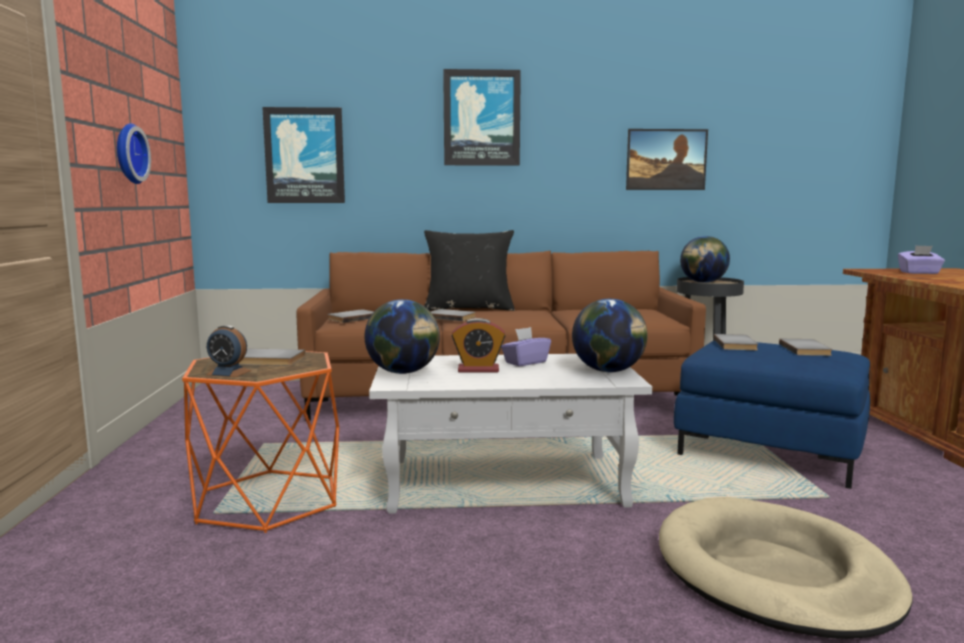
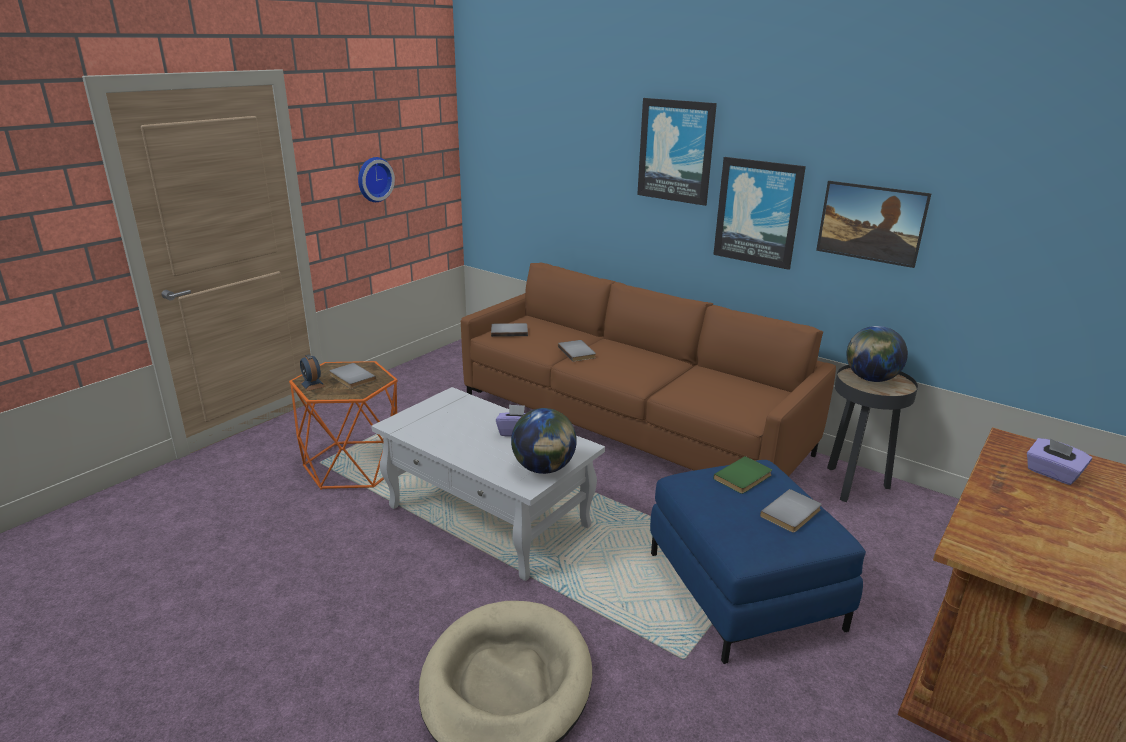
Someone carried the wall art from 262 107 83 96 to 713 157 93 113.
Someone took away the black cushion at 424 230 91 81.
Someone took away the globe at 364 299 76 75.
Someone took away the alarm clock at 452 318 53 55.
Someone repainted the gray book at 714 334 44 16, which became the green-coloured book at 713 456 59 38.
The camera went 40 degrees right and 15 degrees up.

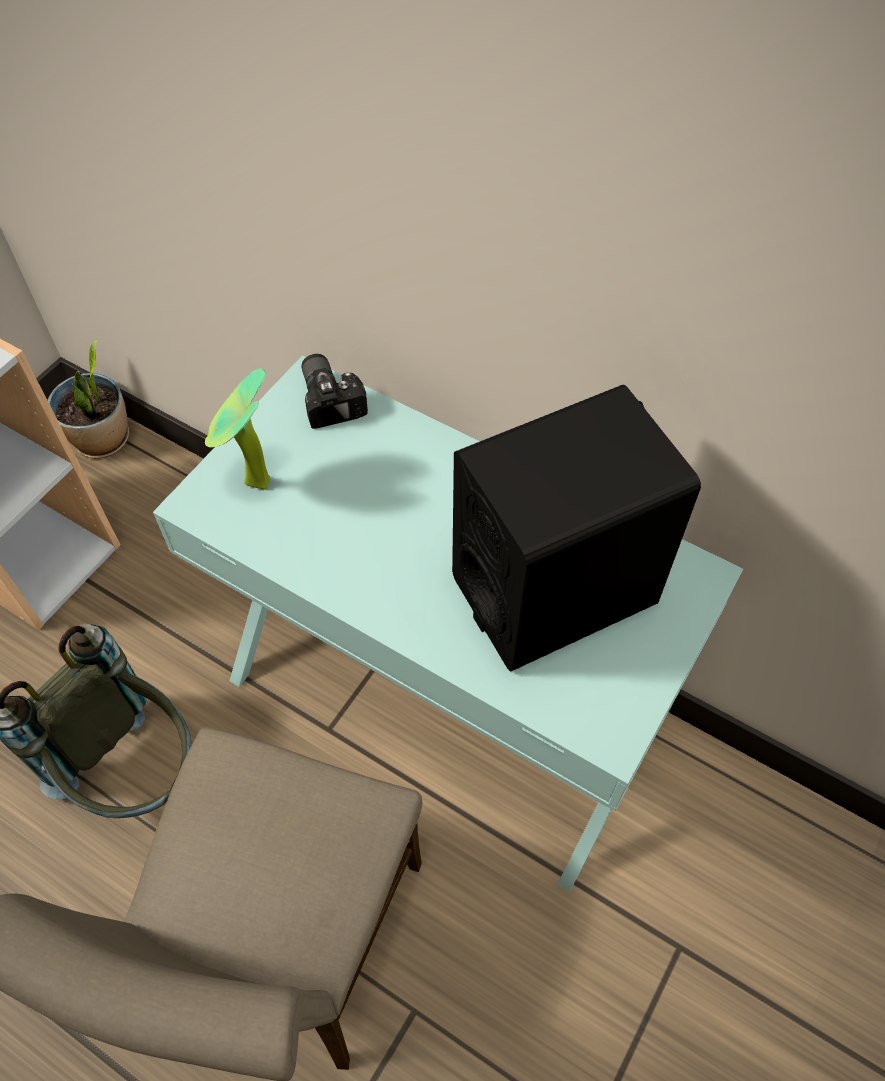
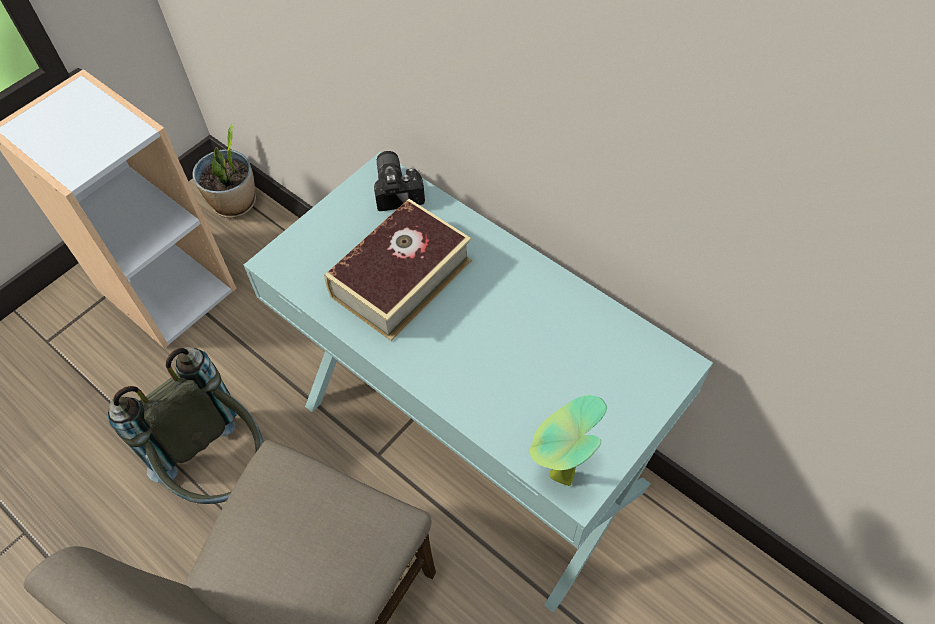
Someone carried the houseplant from 205 368 65 122 to 530 395 77 91.
Someone took away the black speaker at 452 385 249 287.
Someone put down the book at 324 199 148 142.
The camera went 10 degrees right and 0 degrees up.

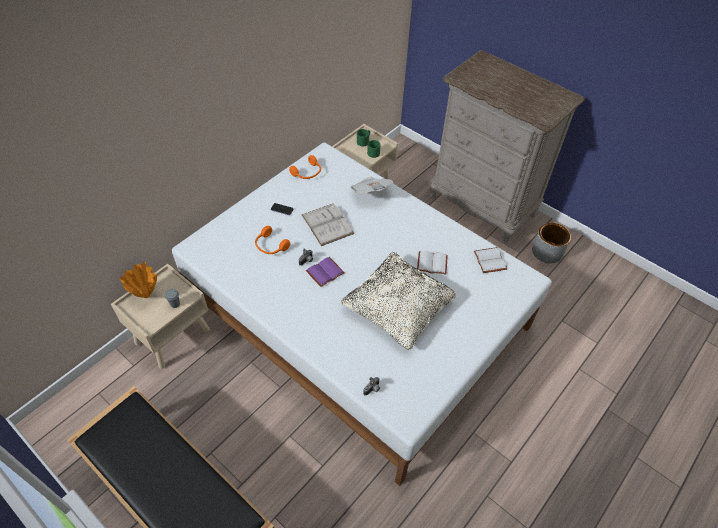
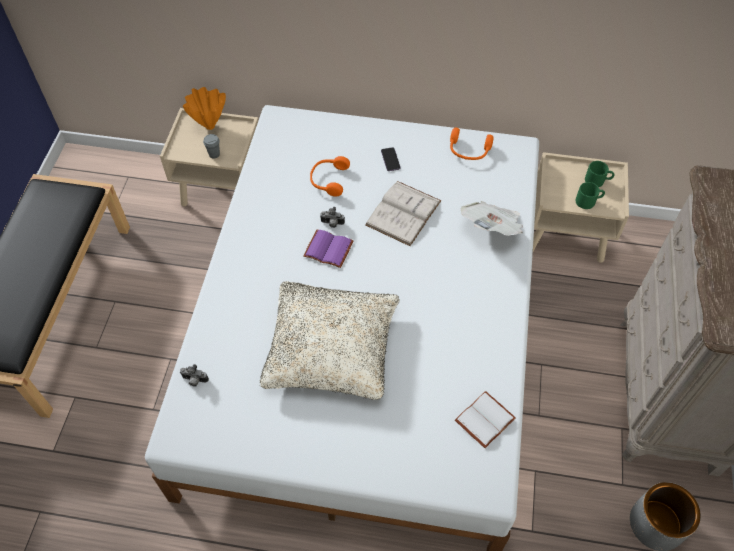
Someone took away the whitish book at 417 251 31 24.
The camera went 60 degrees right and 5 degrees up.

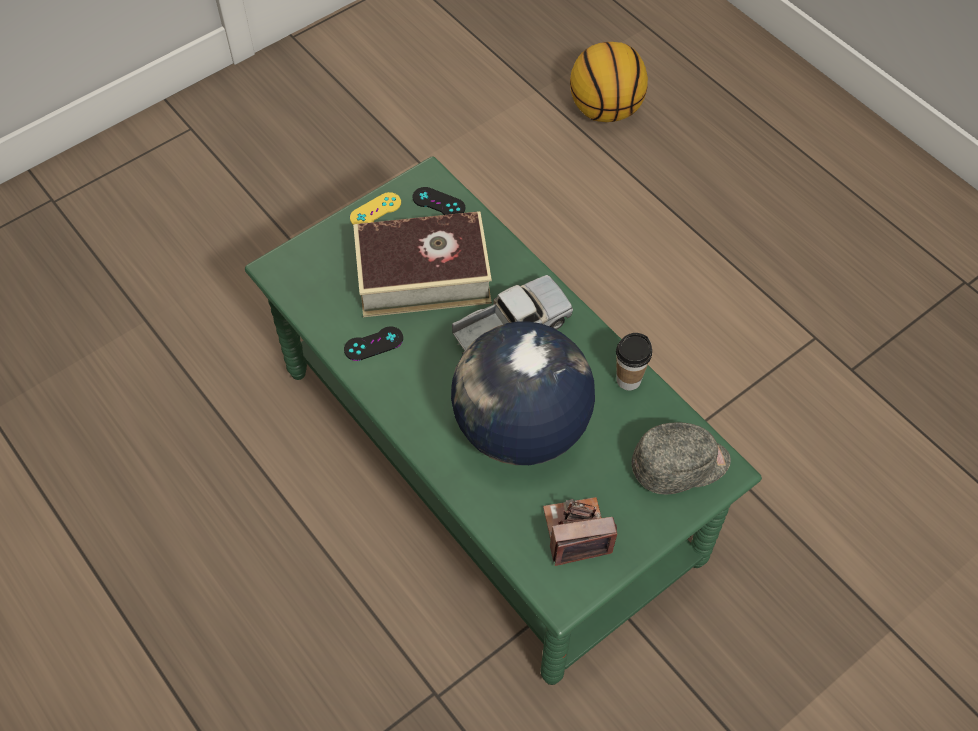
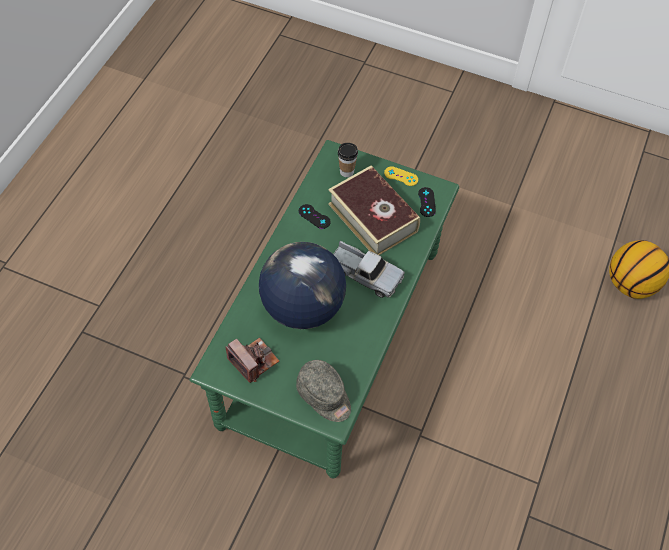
Someone carried the small cup from 616 333 36 57 to 338 143 20 34.
The camera went 60 degrees right and 0 degrees up.

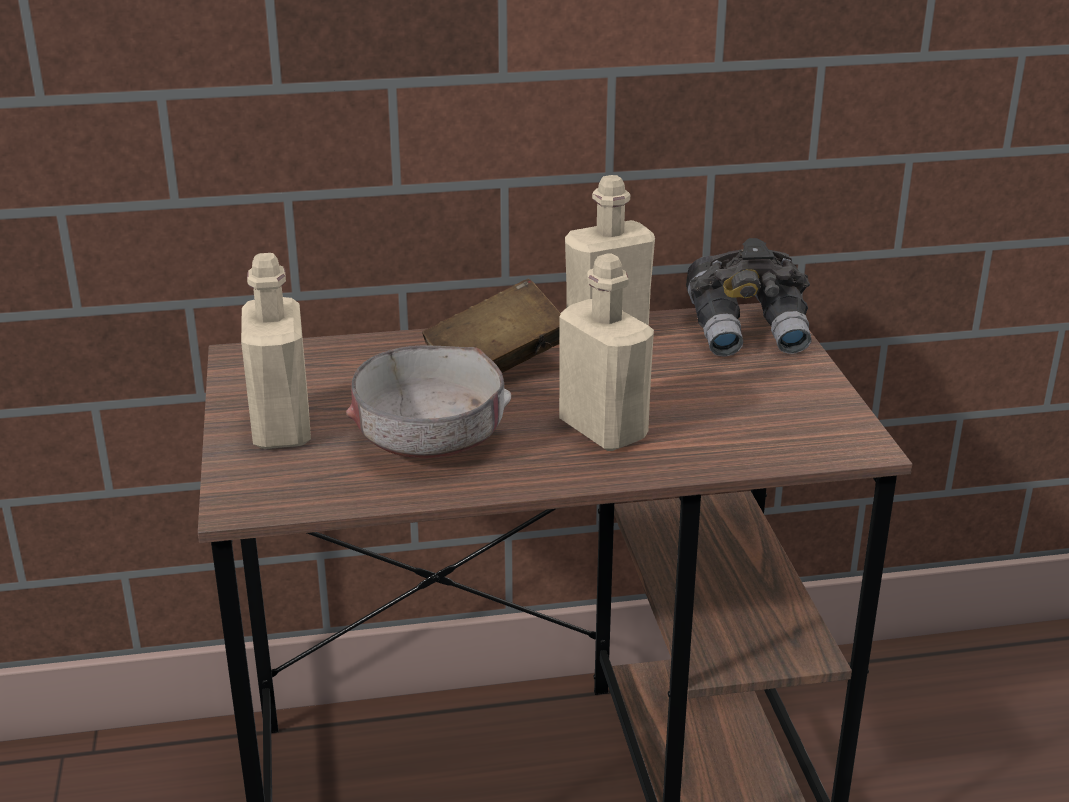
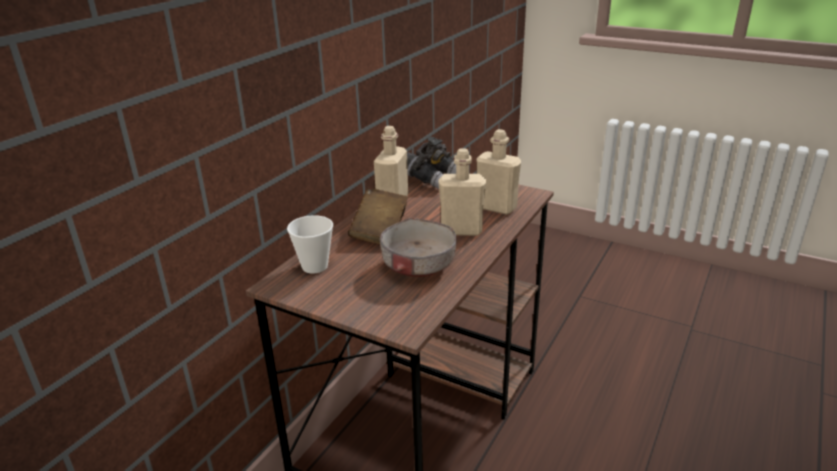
Someone carried the beige-coloured bottle from 241 253 70 196 to 477 129 44 86.
Someone put down the small cup at 287 215 46 59.
The camera went 50 degrees left and 0 degrees up.

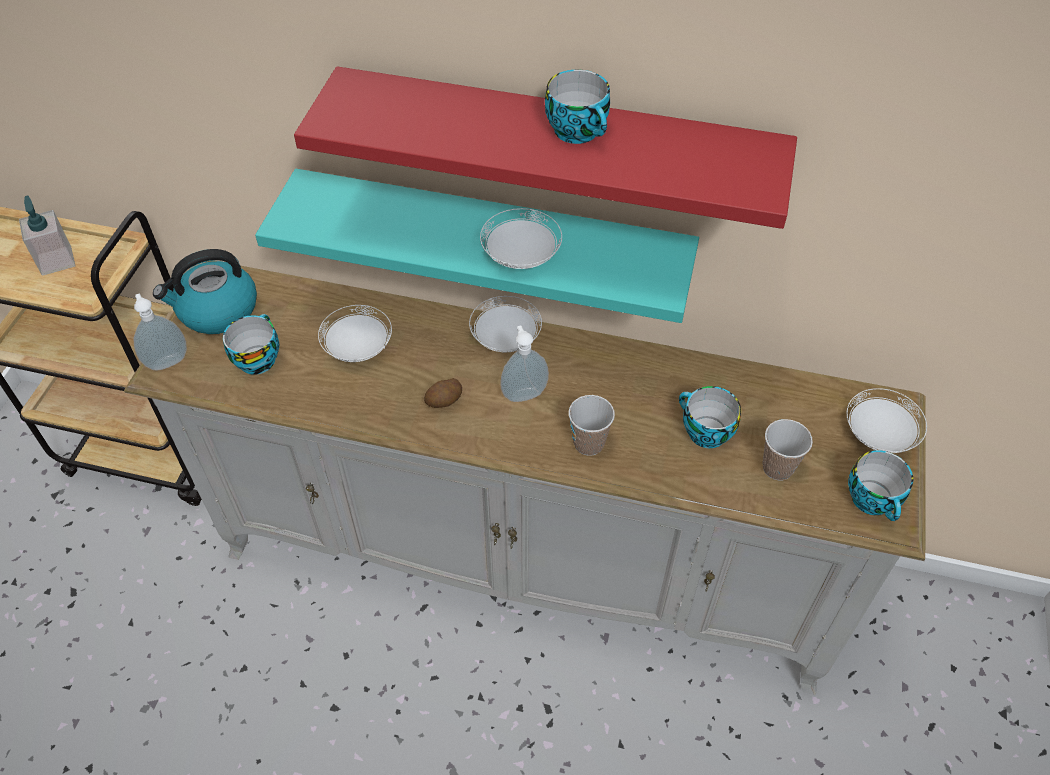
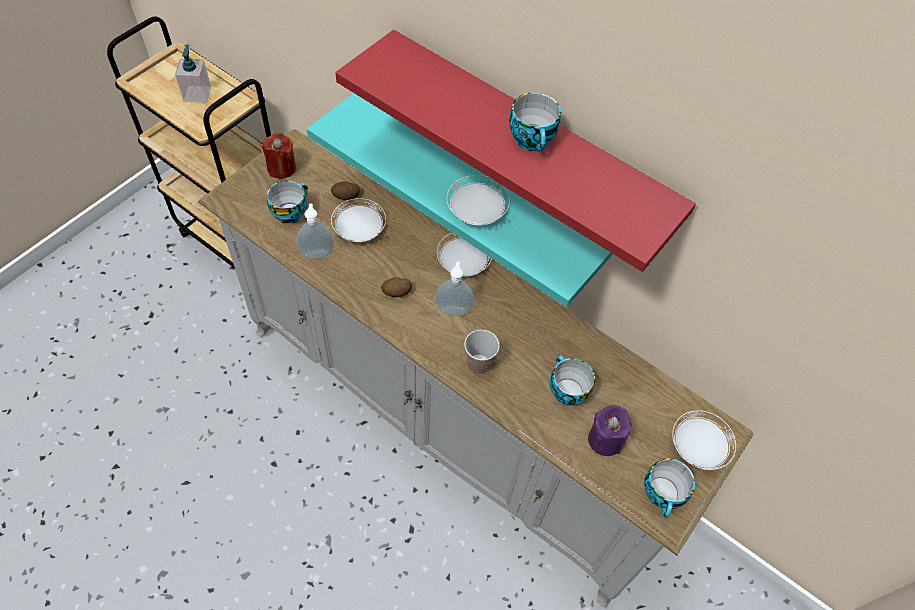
Someone swapped the water kettle at 153 249 104 85 for the reddish wax candle at 262 132 34 47.
Someone carried the soap dispenser from 133 294 54 77 to 297 203 37 55.
Someone swapped the small cup at 762 419 51 62 for the purplish wax candle at 588 405 44 51.
Someone put down the spud at 331 181 29 19.
The camera went 20 degrees right and 5 degrees up.

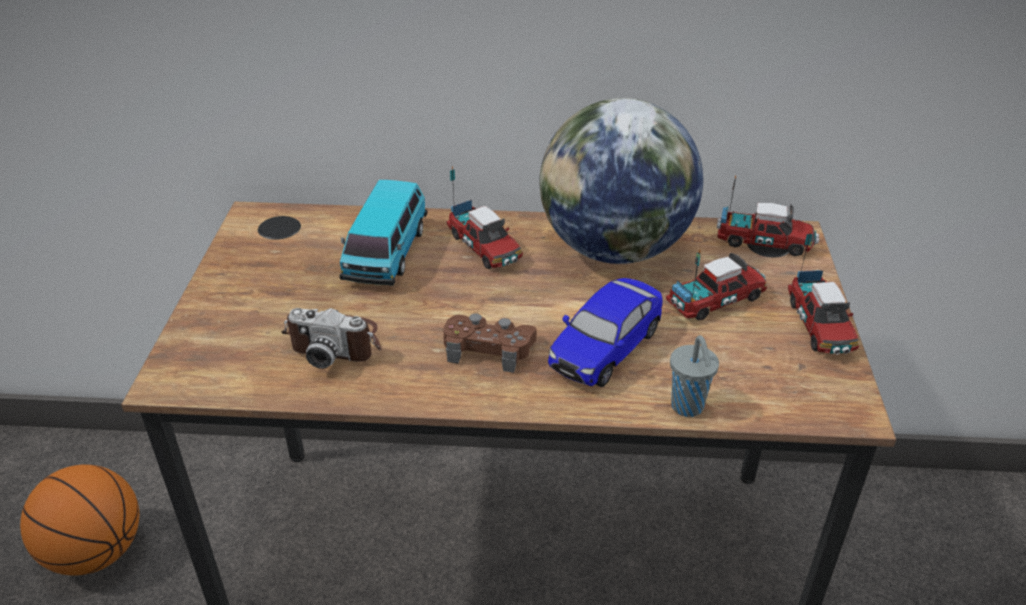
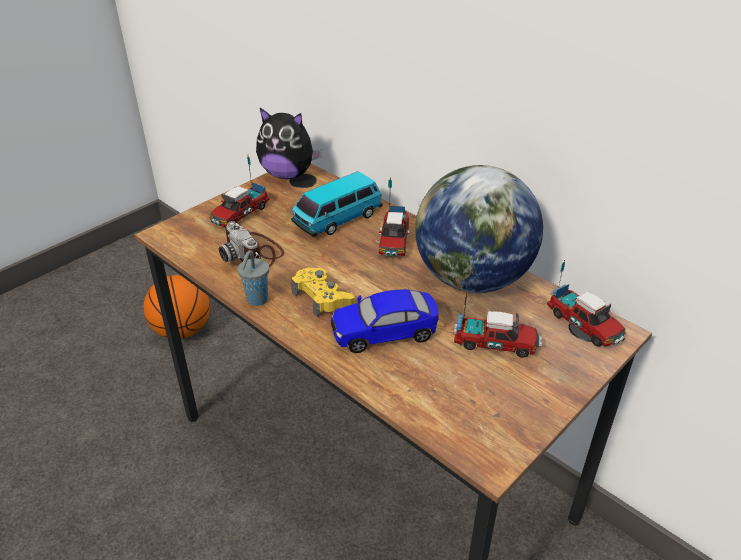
Someone carried the toy truck from 788 230 71 124 to 209 156 61 71.
Someone repainted the brown-coloured gamepad at 443 313 93 60, which became the yellow-coloured gamepad at 291 267 64 50.
Someone carried the gray small cup from 670 335 49 82 to 238 250 31 56.
Someone put down the plush toy at 256 108 66 71.
The camera went 40 degrees right and 0 degrees up.

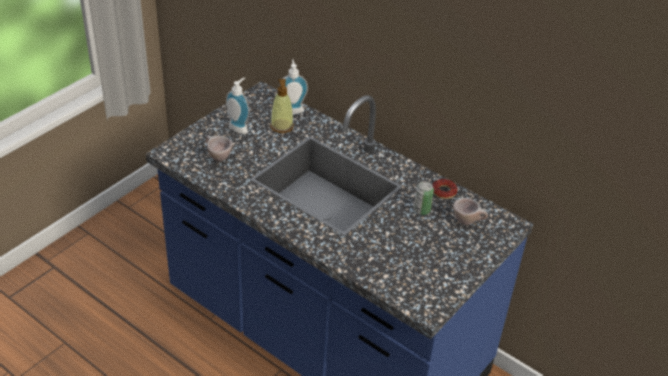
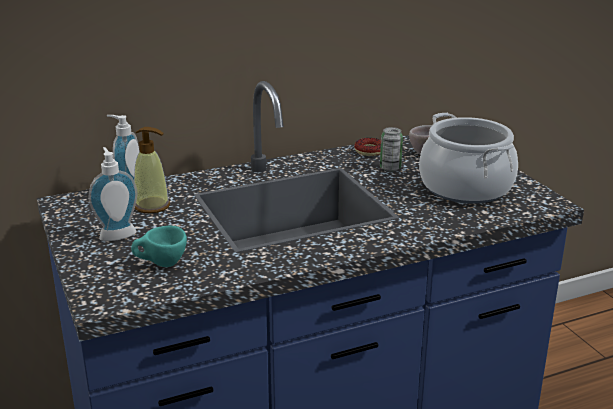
Someone repainted the beige-coloured small cup at 206 135 26 27, which became the blue-green small cup at 131 226 56 41.
Someone put down the cooking pot at 419 113 99 91.
The camera went 60 degrees left and 15 degrees down.

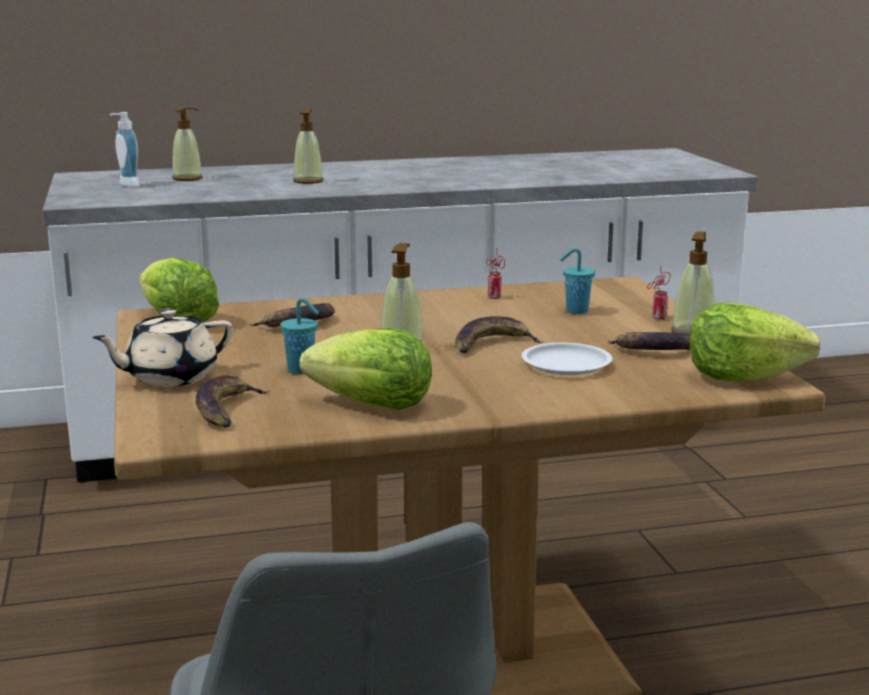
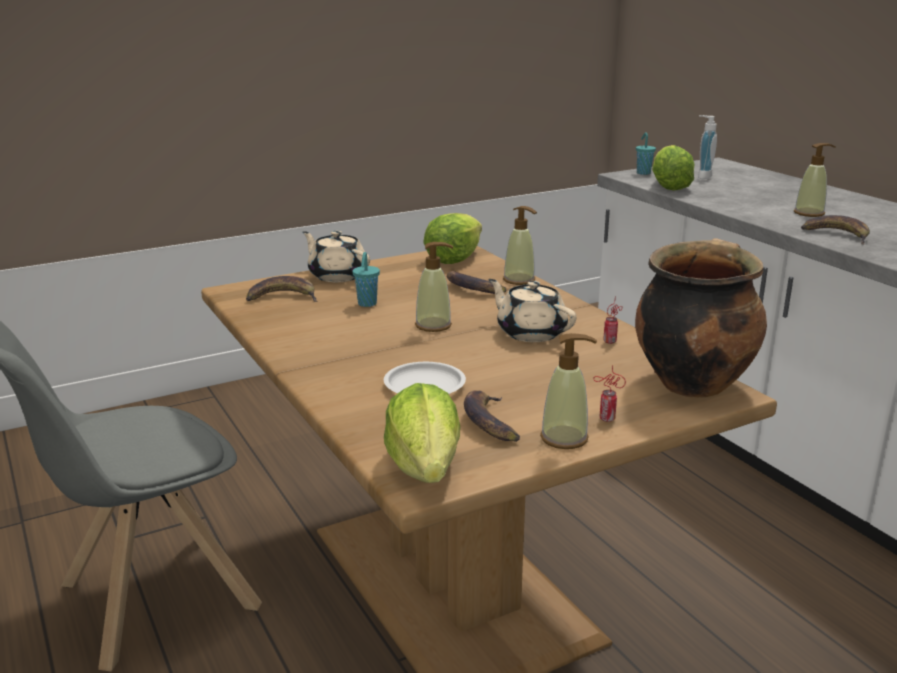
Someone carried the soap dispenser from 172 107 31 74 to 503 206 34 79.
Someone carried the blue-green small cup from 560 248 35 66 to 636 133 20 42.
Someone carried the banana fruit from 455 316 89 37 to 801 215 69 30.
Someone carried the head of lettuce from 300 328 132 82 to 652 145 42 46.
Someone put down the cooking pot at 635 238 132 160.
Someone put down the beige-coloured tea pot at 488 279 89 63.
The camera went 75 degrees right and 5 degrees up.

